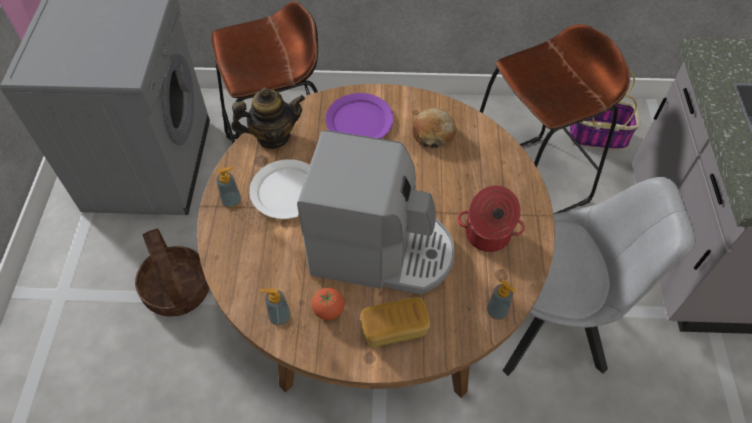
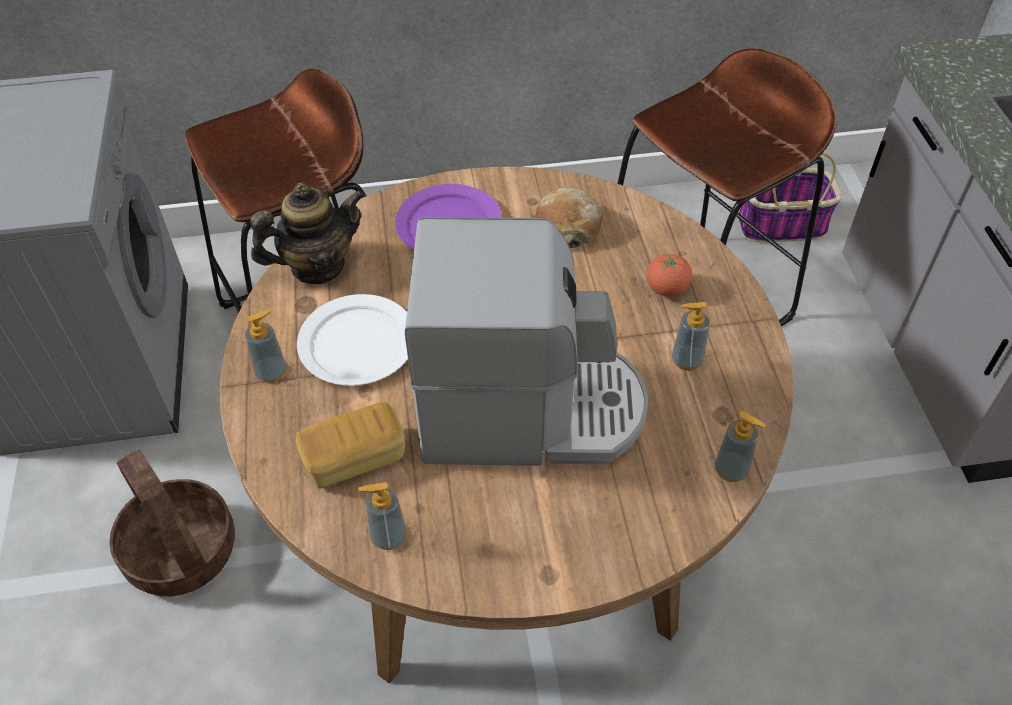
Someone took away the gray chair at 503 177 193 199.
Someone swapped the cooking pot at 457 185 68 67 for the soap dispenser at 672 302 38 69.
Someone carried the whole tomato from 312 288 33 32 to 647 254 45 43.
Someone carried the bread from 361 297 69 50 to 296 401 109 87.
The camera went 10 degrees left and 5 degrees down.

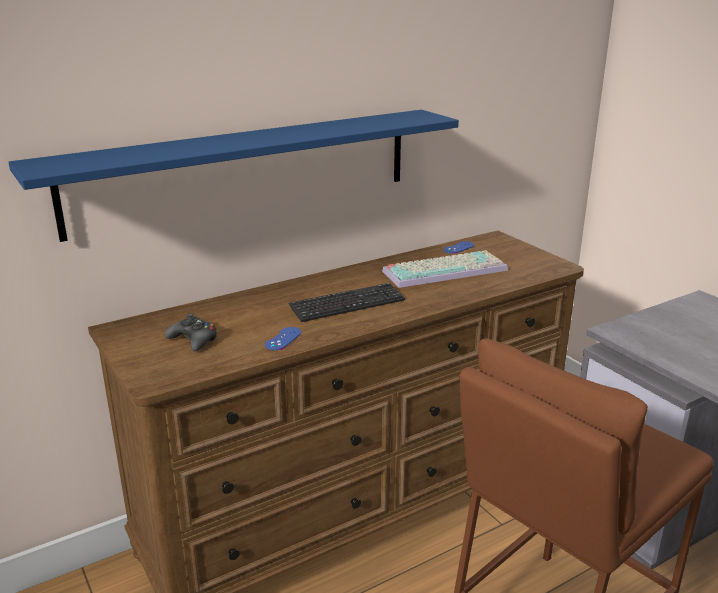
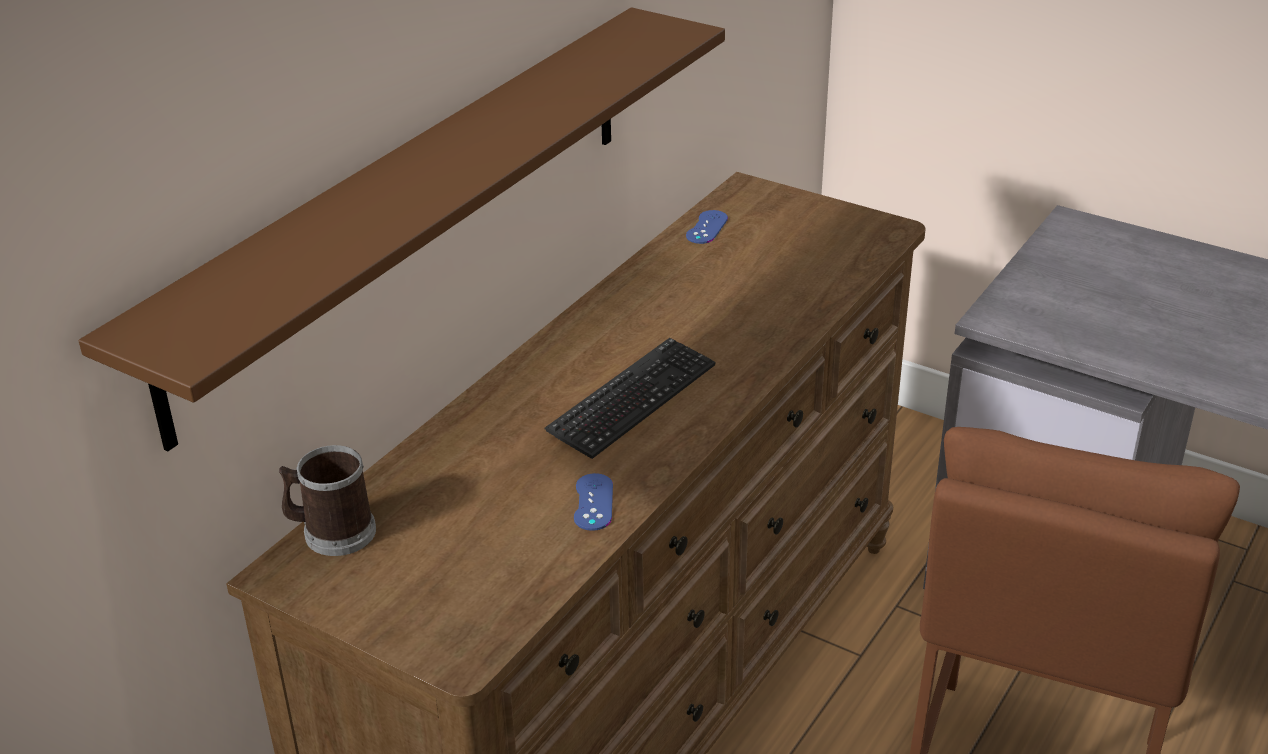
Someone repainted the blue-coloured bracket shelf at 8 110 451 132, which became the brown-coloured bracket shelf at 79 7 646 444.
Someone took away the keyboard at 382 250 126 38.
Someone took away the black gamepad at 165 313 52 38.
Someone put down the mug at 279 445 97 111.
The camera went 25 degrees left and 10 degrees up.

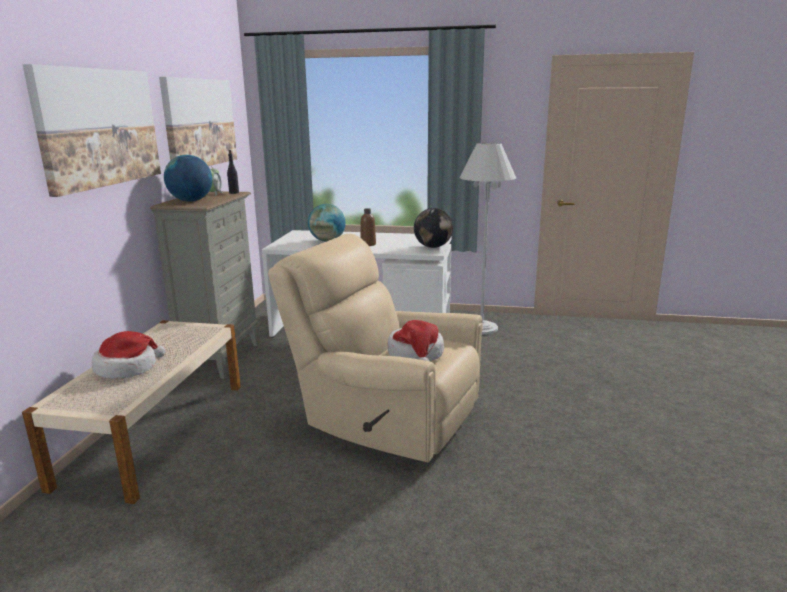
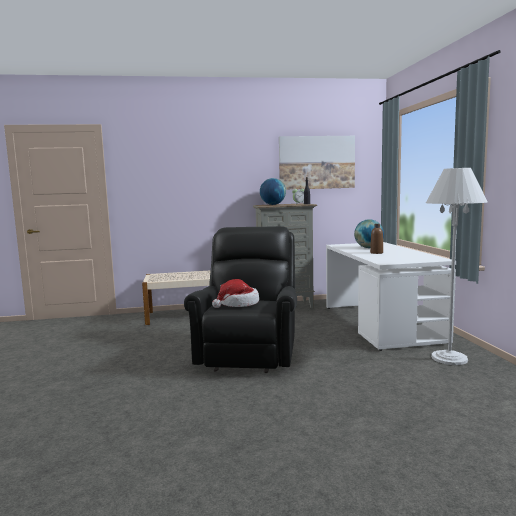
Someone took away the wall art at 23 64 138 133.
Someone took away the globe at 414 208 39 40.
Someone repainted the beige-coloured lounge chair at 268 234 215 229, which became the black lounge chair at 184 226 113 147.
Someone took away the clothing hat at 92 331 73 47.
The camera went 70 degrees right and 10 degrees down.

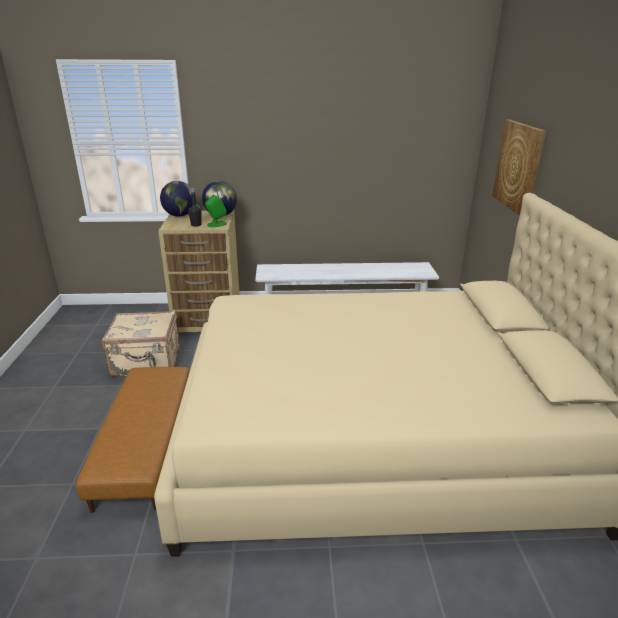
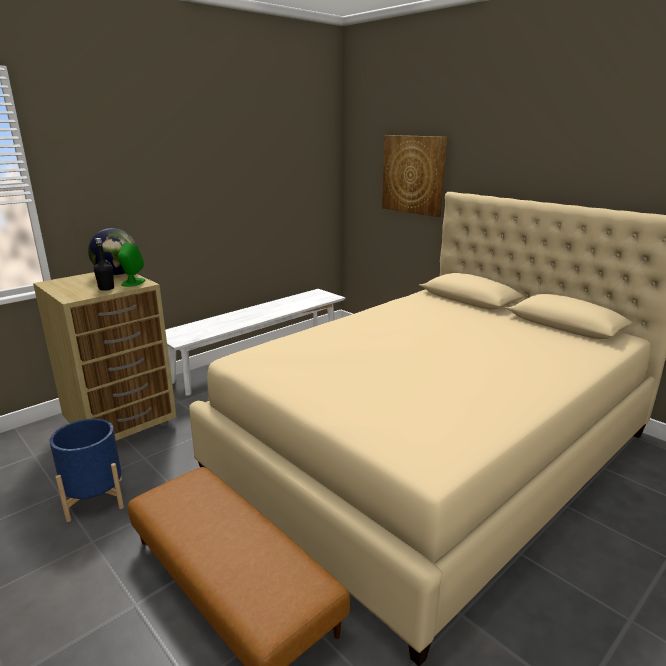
Someone took away the globe at 160 181 32 36.
Someone swapped the beige-coloured travel case at 102 311 78 66 for the blue-coloured planter at 49 419 75 103.
The camera went 40 degrees left and 5 degrees down.

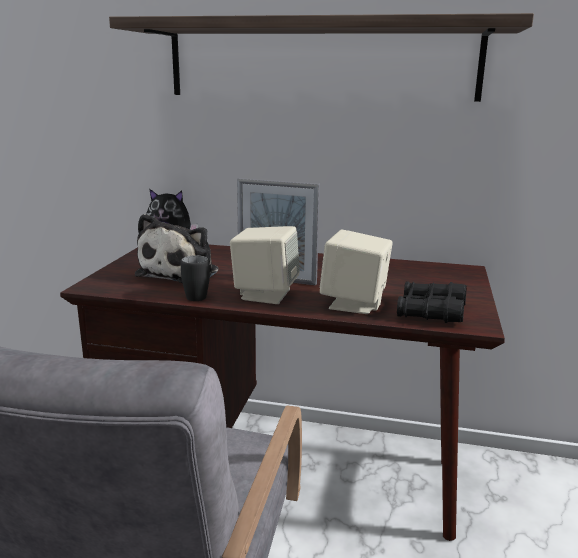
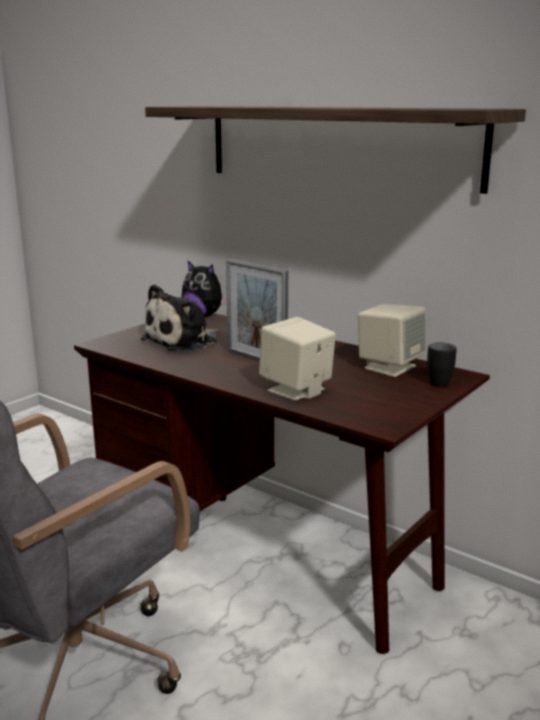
Someone carried the beige-coloured speaker from 230 226 70 78 to 358 304 68 73.
Someone carried the black mug from 180 255 30 46 to 427 343 29 44.
Someone took away the black pair of binoculars at 397 282 70 41.
The camera went 25 degrees right and 0 degrees up.

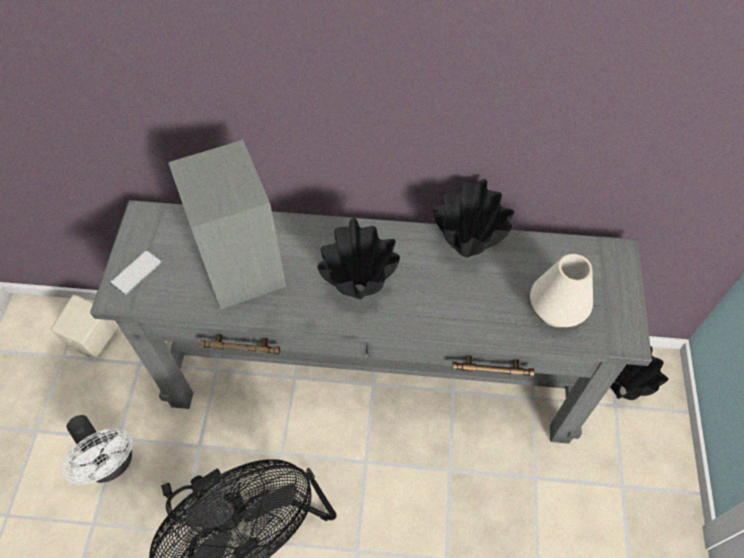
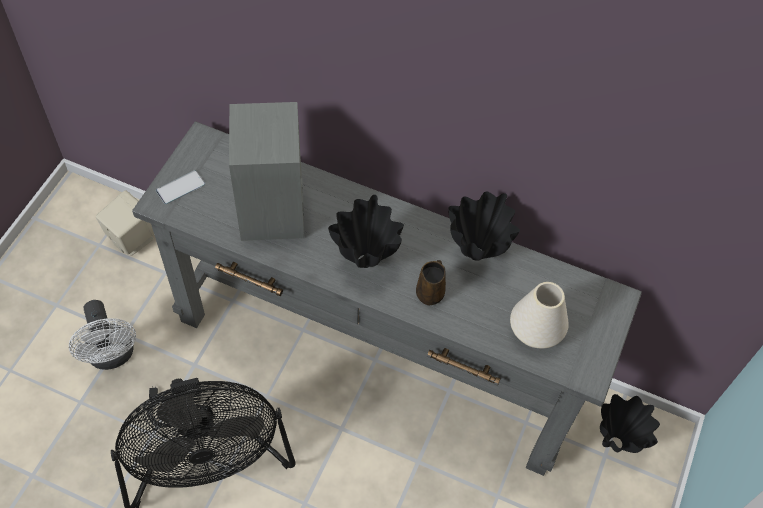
Someone put down the brown-coloured mug at 416 260 30 45.
The camera went 15 degrees right and 0 degrees up.

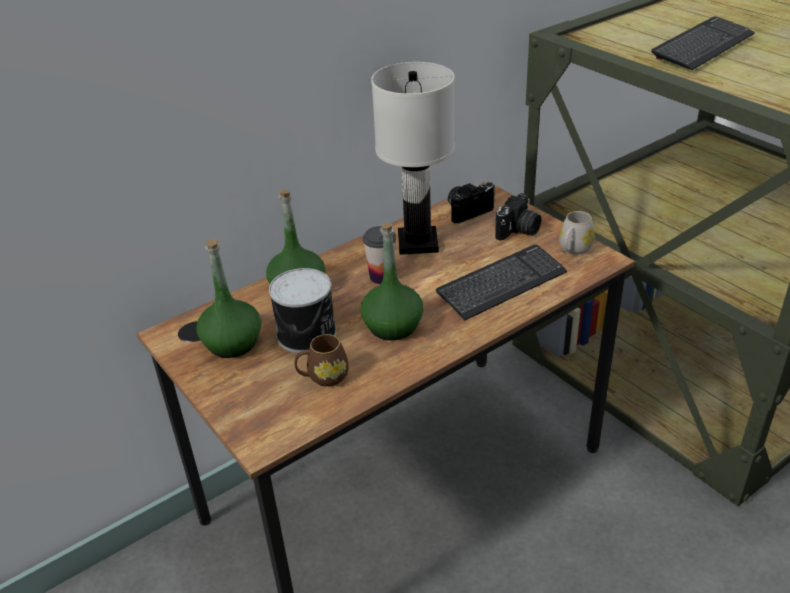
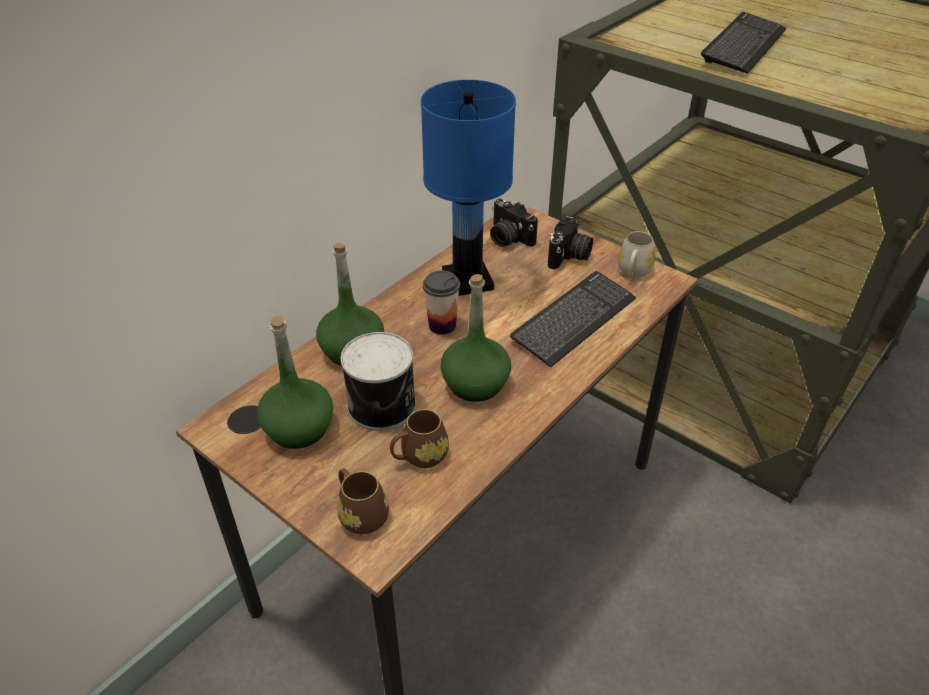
Someone repainted the whitish tabletop lamp at 371 62 84 193, which became the blue-coloured tabletop lamp at 421 80 95 216.
Someone rotated the photo camera at 448 182 47 41 by 90 degrees counterclockwise.
Someone put down the brown-coloured mug at 337 468 52 66.
The camera went 15 degrees left and 5 degrees up.

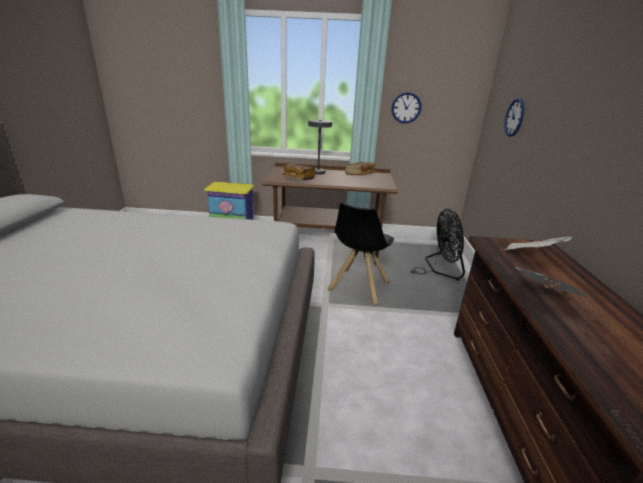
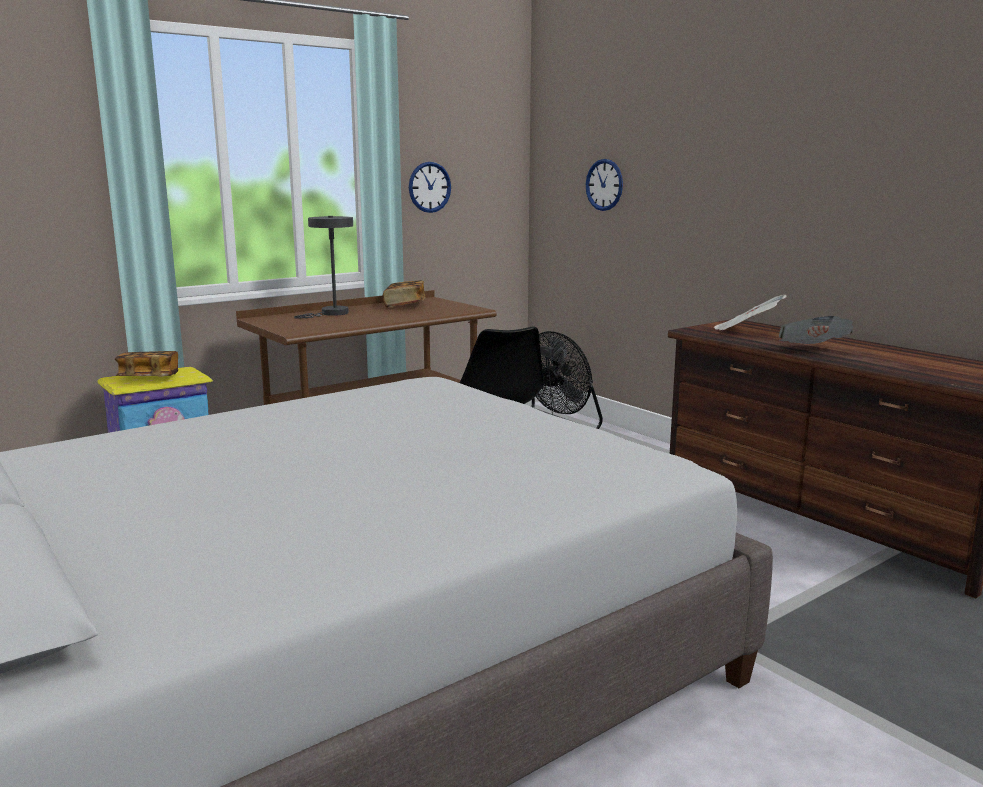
Someone carried the book from 282 164 34 16 to 115 351 63 25.
The camera went 40 degrees left and 10 degrees down.

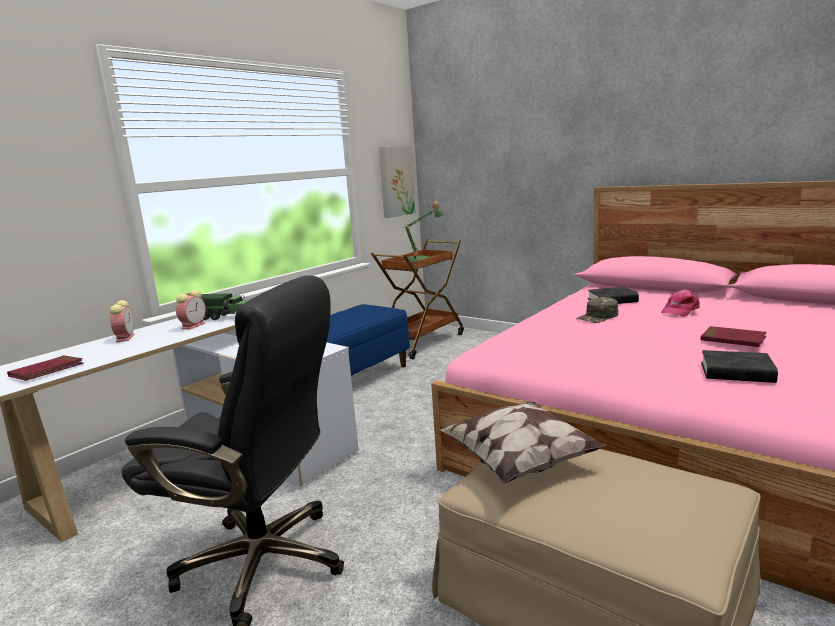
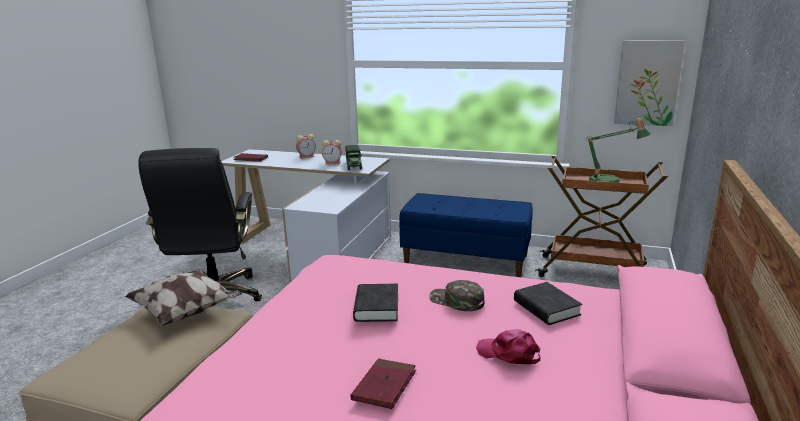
Someone carried the black book from 701 350 77 33 to 353 283 45 39.
The camera went 70 degrees right and 5 degrees up.

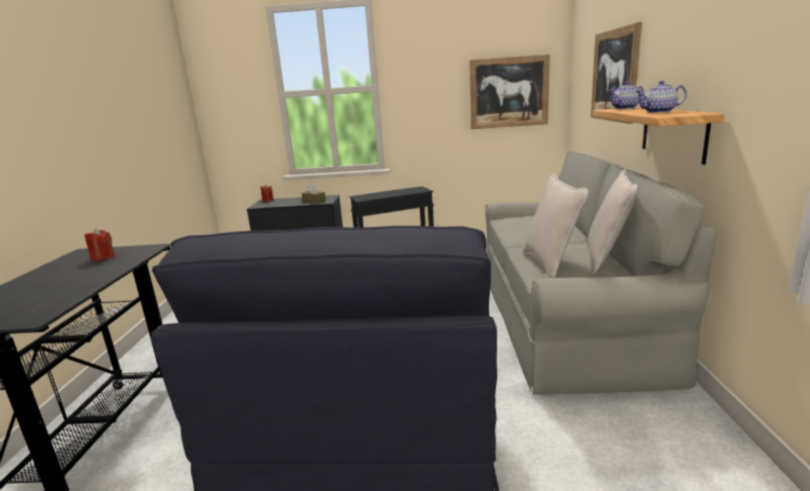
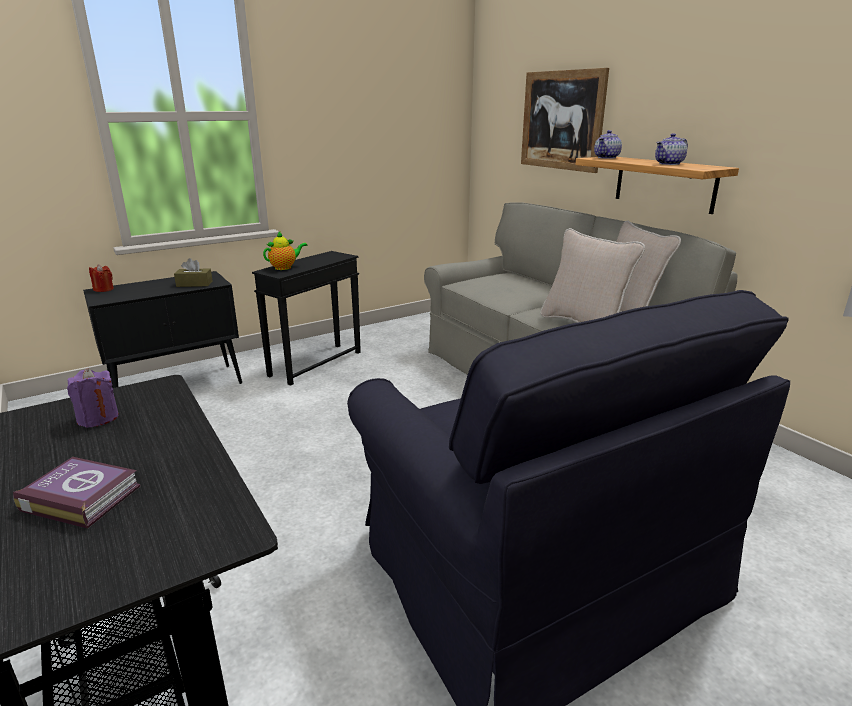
Someone took away the wall art at 469 54 81 75.
Someone repainted the reddish wax candle at 85 229 30 32, which became the purplish wax candle at 67 368 52 60.
Someone put down the tea pot at 263 232 44 38.
Someone put down the book at 13 457 128 71.
The camera went 35 degrees left and 5 degrees up.

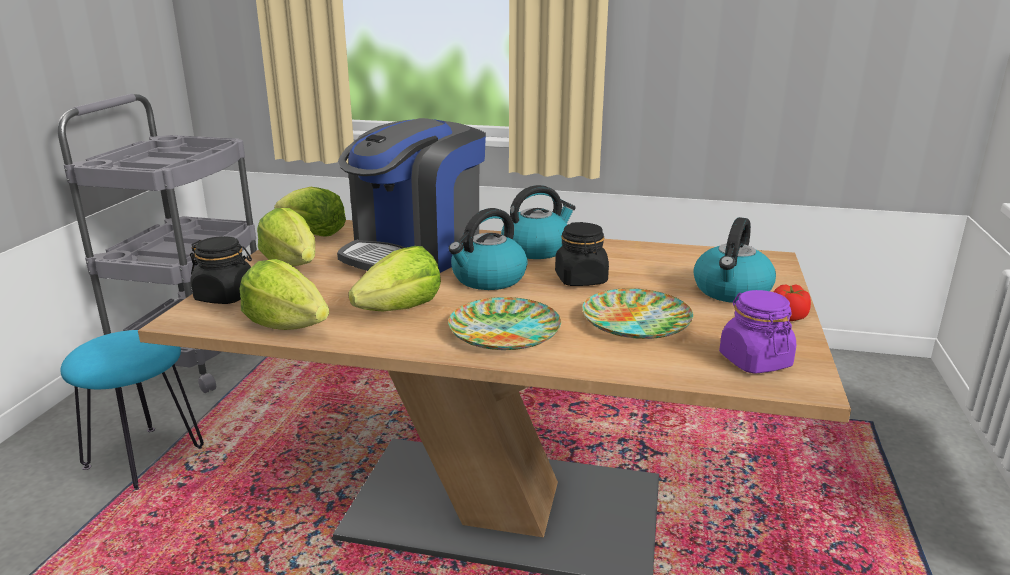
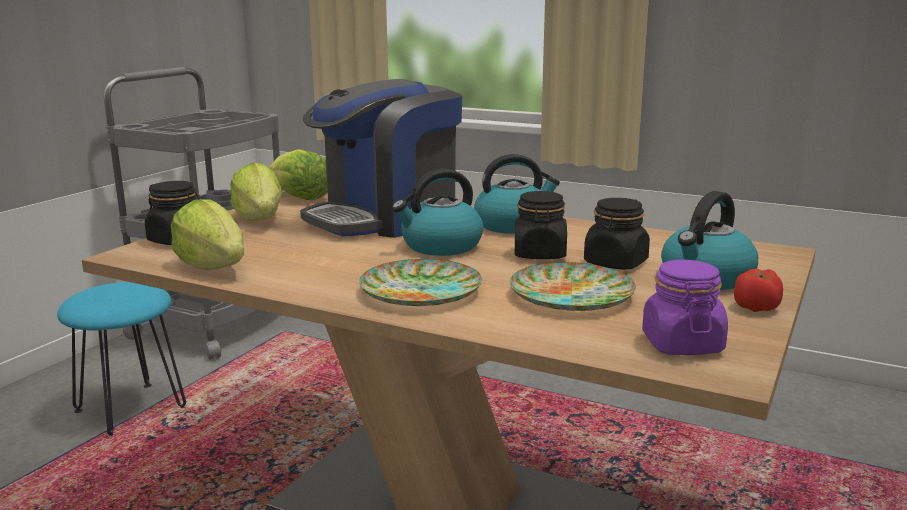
Someone took away the head of lettuce at 348 246 93 65.
Someone put down the black jar at 584 198 66 72.
The camera went 15 degrees right and 5 degrees down.

